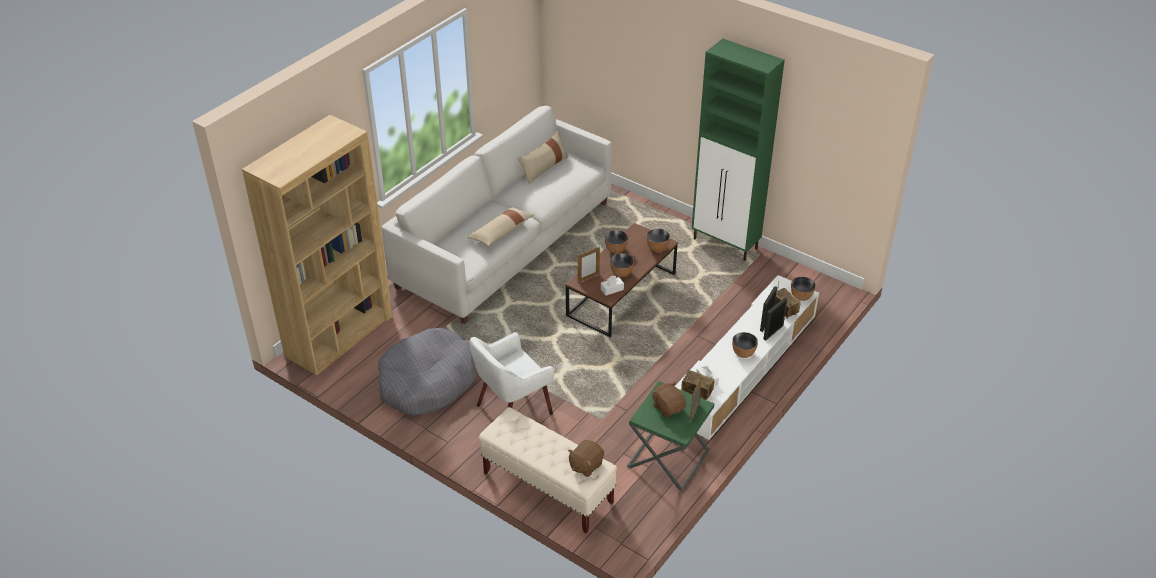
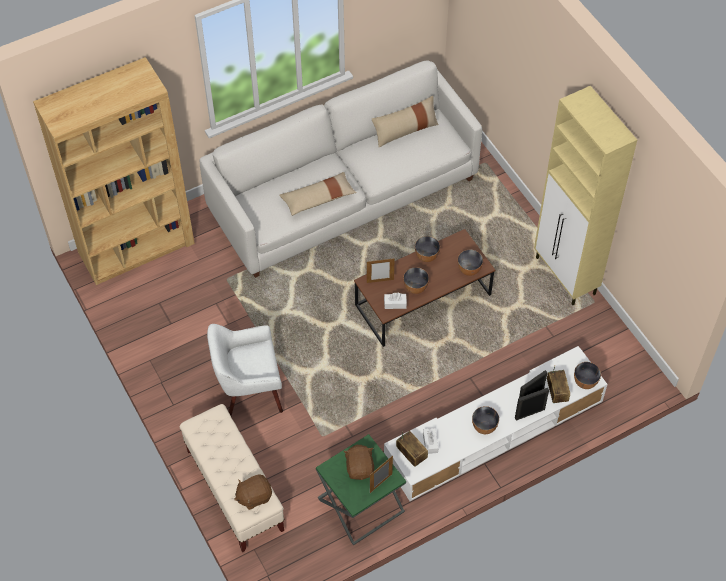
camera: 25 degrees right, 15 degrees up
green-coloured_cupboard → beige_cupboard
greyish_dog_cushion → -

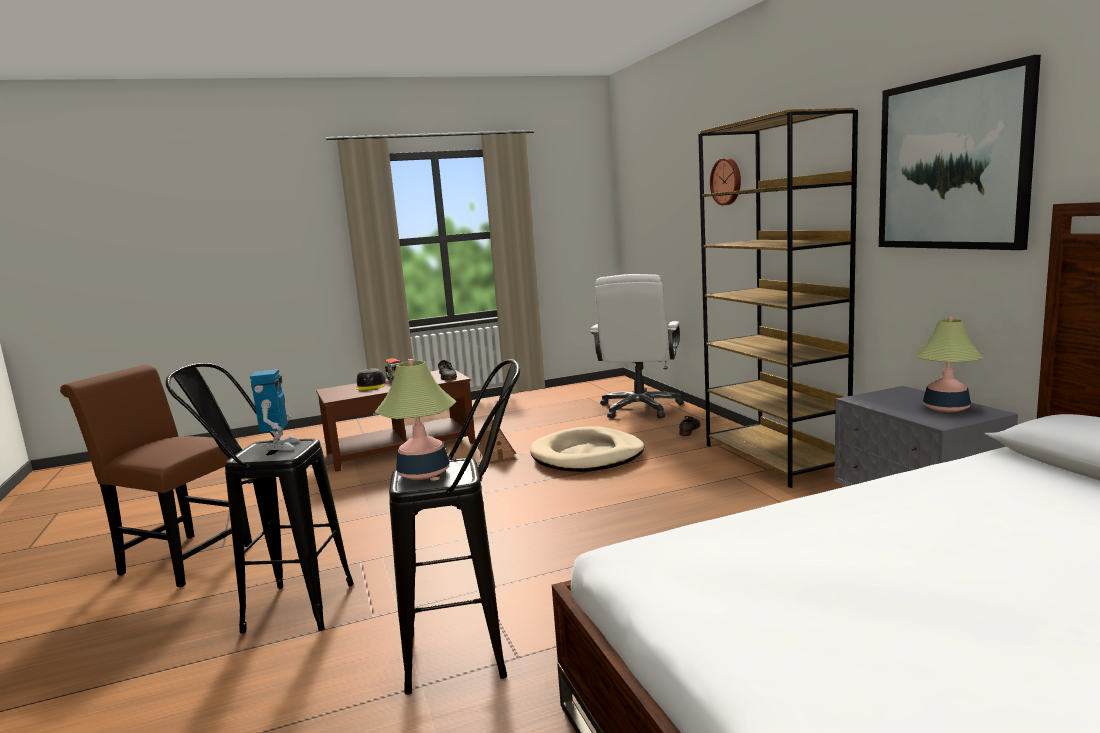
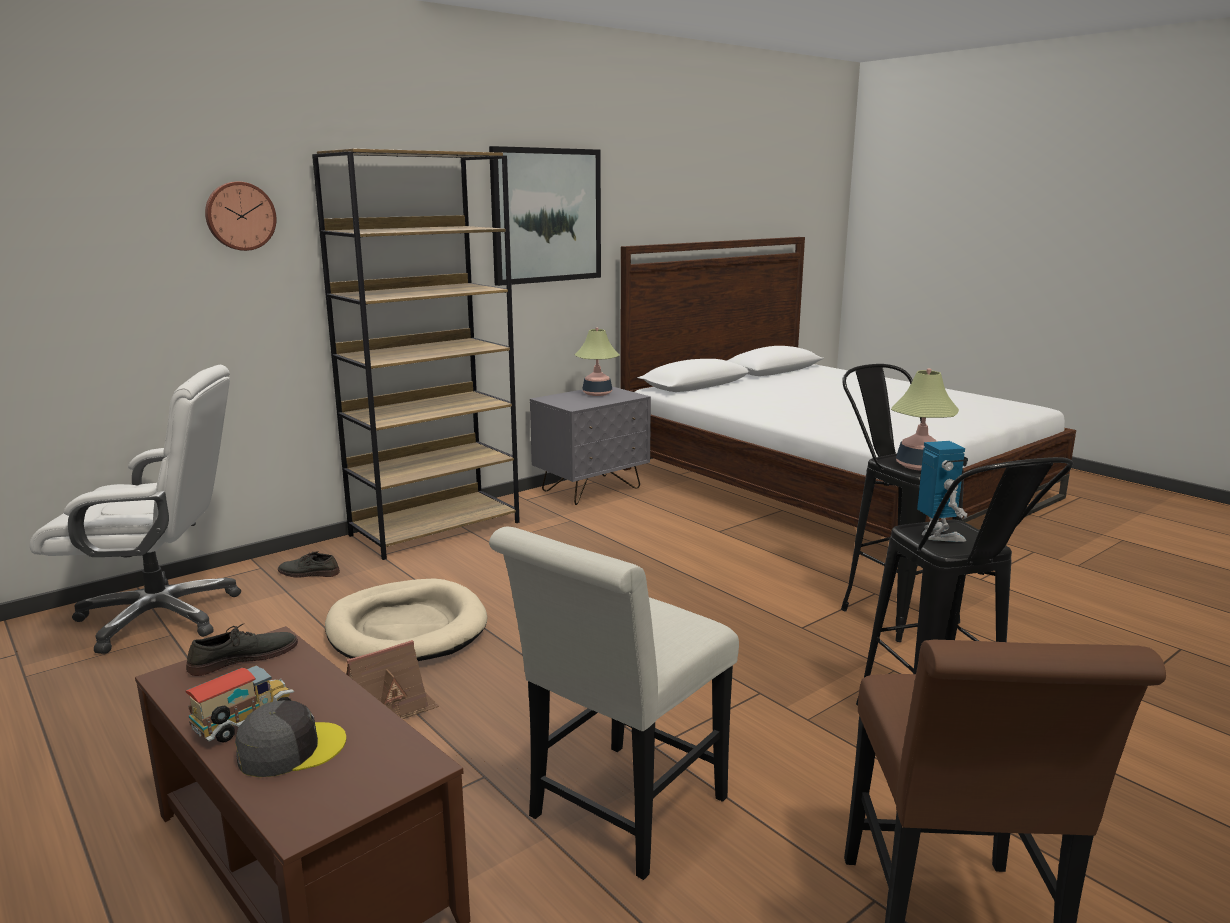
camera: 110 degrees left, 5 degrees up
- → white_chair
robot_figure, 105 degrees clockwise

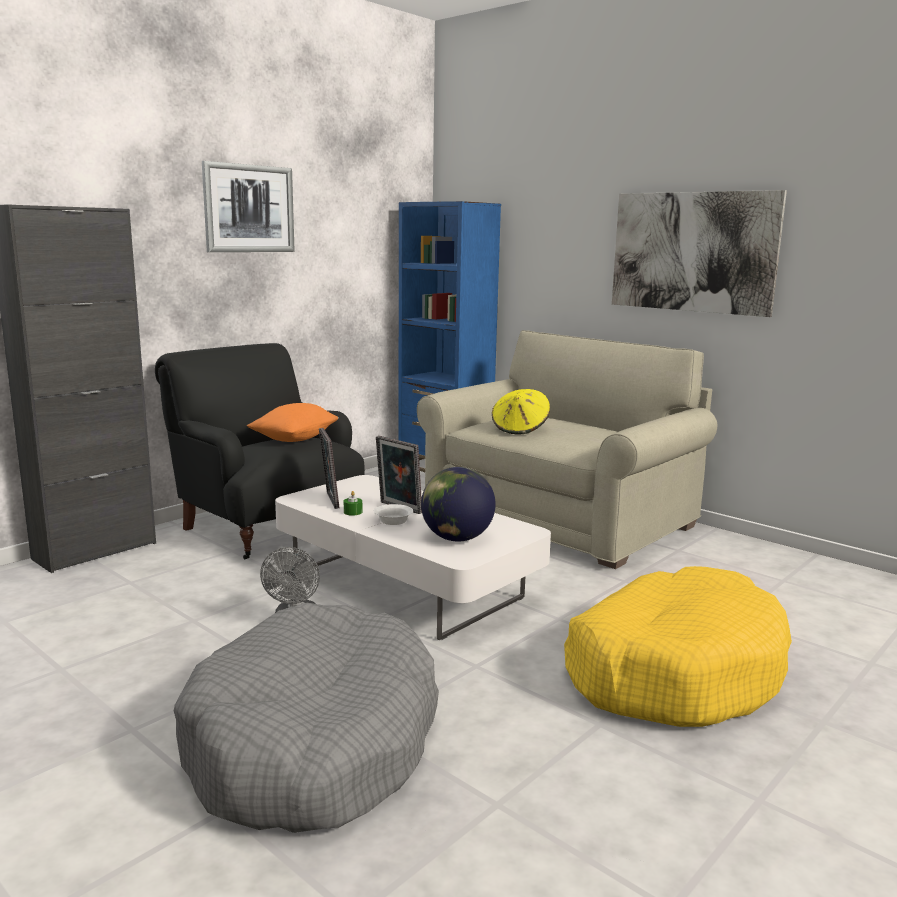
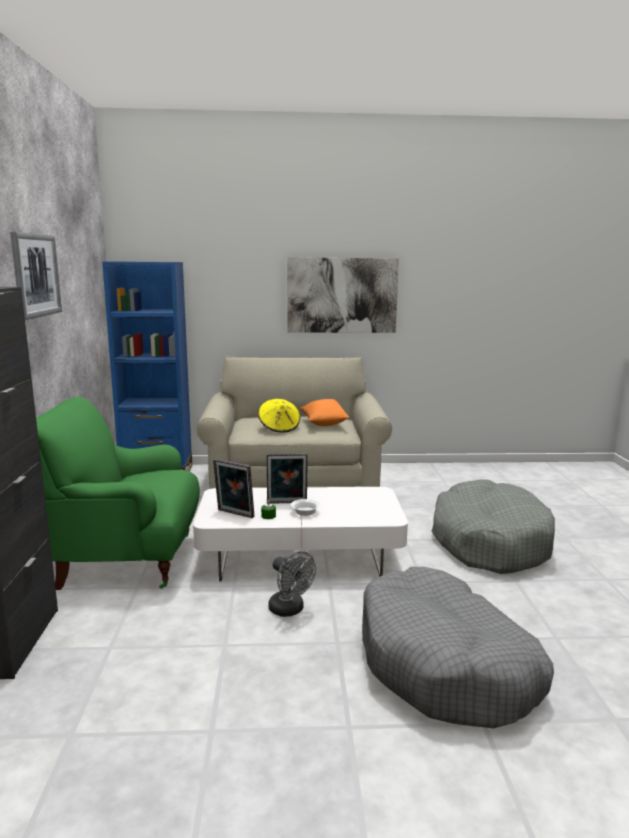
camera: 45 degrees left, 0 degrees up
black-coloured_lounge_chair → green-coloured_lounge_chair
orangey_throw_pillow, relocated
yellowish_dog_cushion → greyish_dog_cushion (no. 2 from left)
desk_globe → -

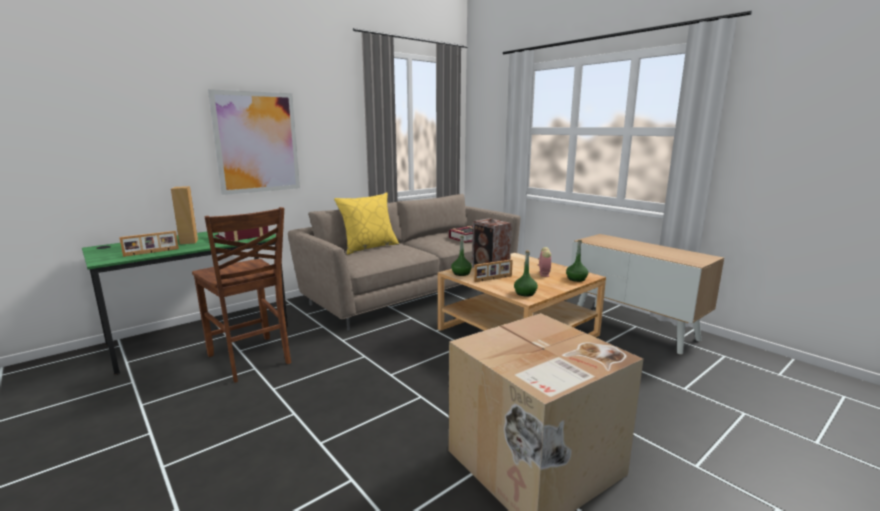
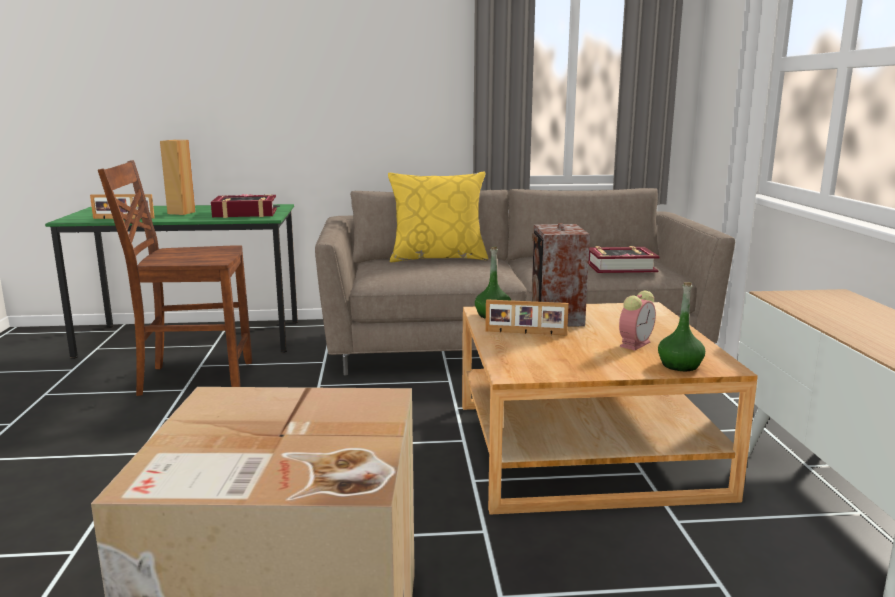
camera: 35 degrees right, 0 degrees up
brown-coloured_chair, 90 degrees clockwise
picture → -
green-coloured_drink_bottle (no. 2 from left) → -

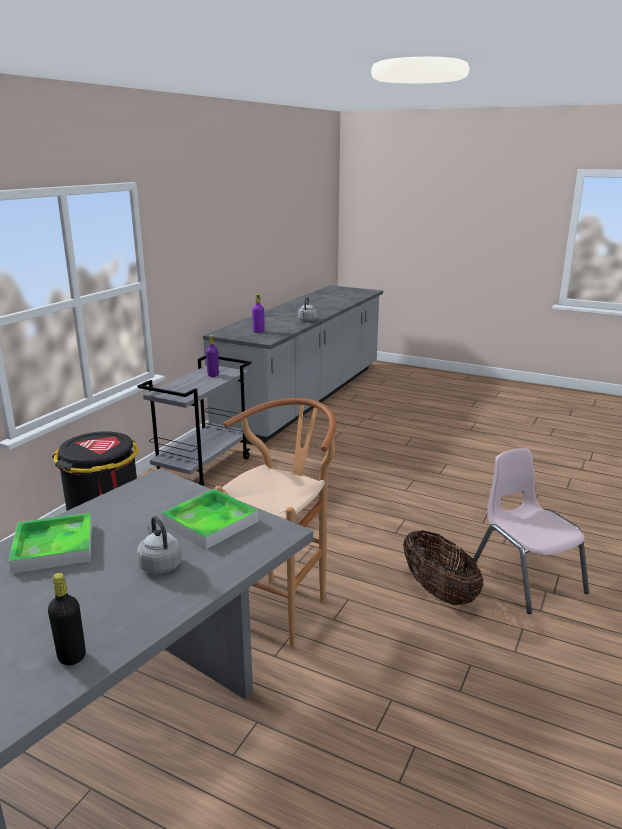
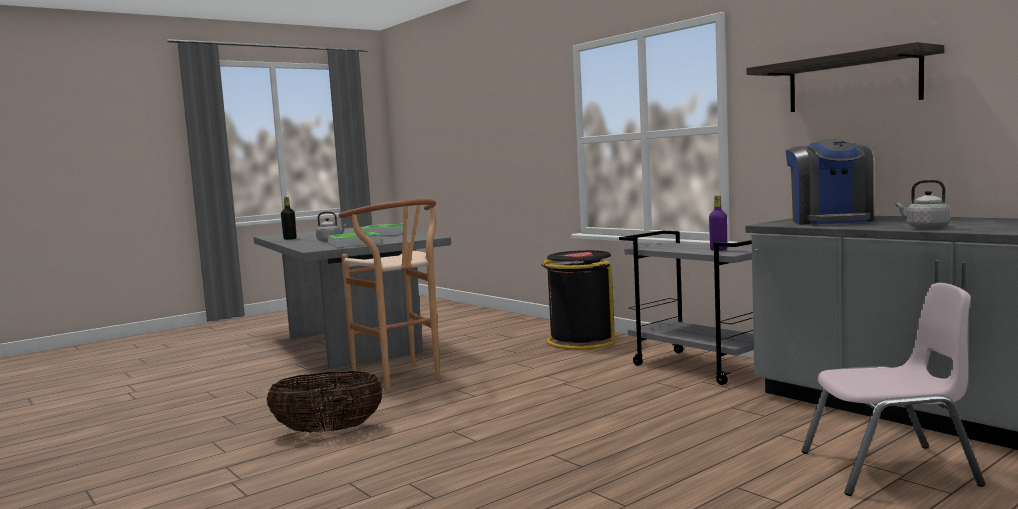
camera: 115 degrees right, 15 degrees down
- → shelf
purplish_drink_bottle (no. 2 from left) → coffee_machine
pink_chair, relocated

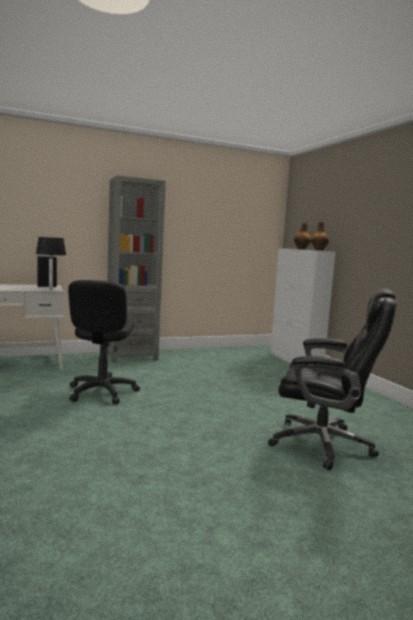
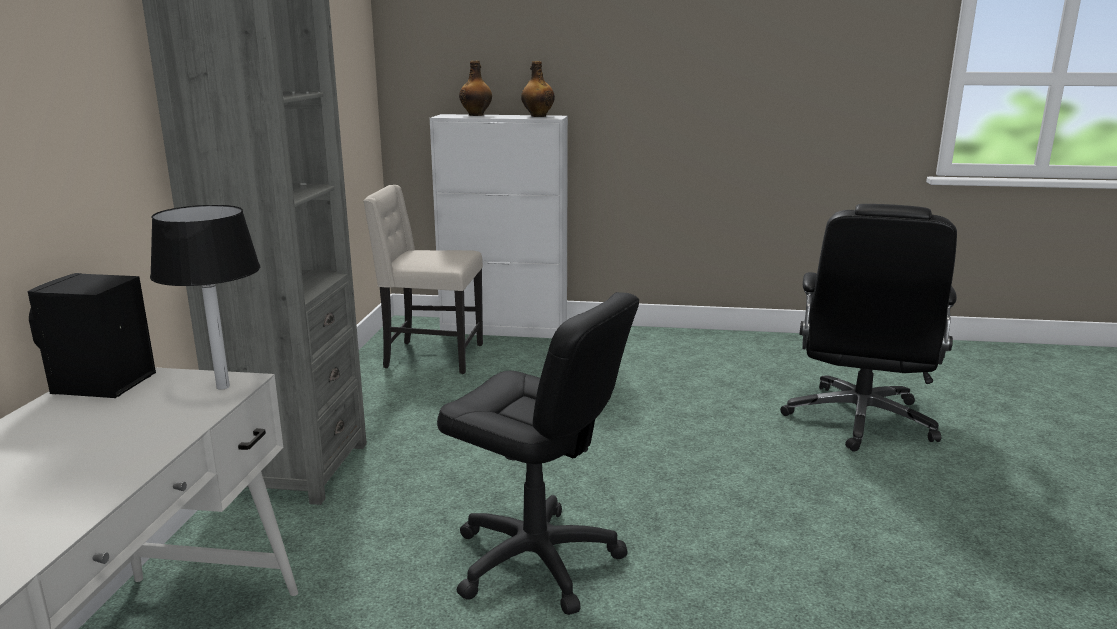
camera: 60 degrees left, 10 degrees up
- → beige_chair
black-coloured_computer_chair (no. 2 from left), 150 degrees clockwise

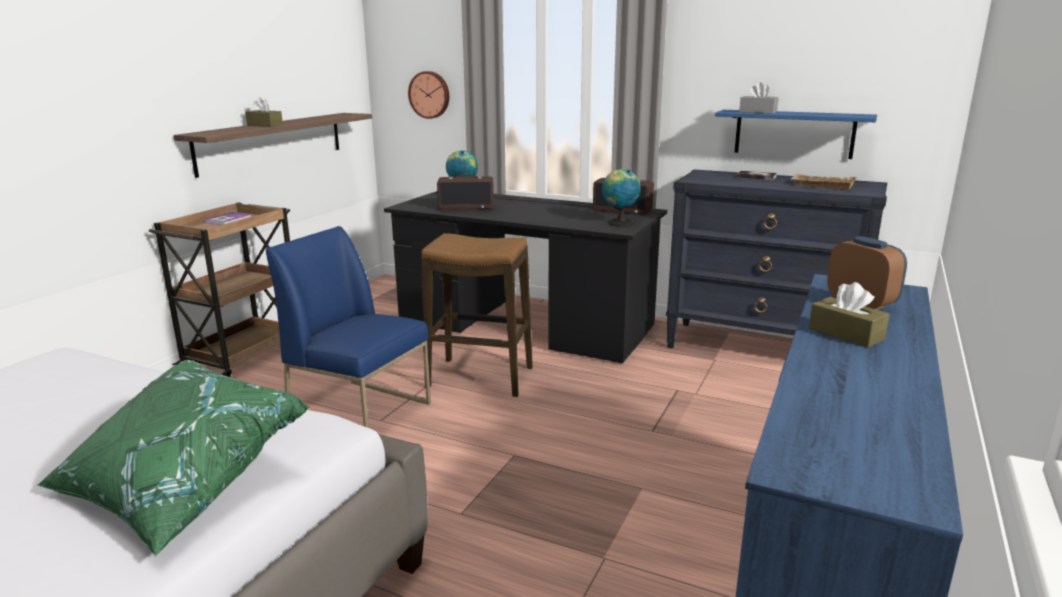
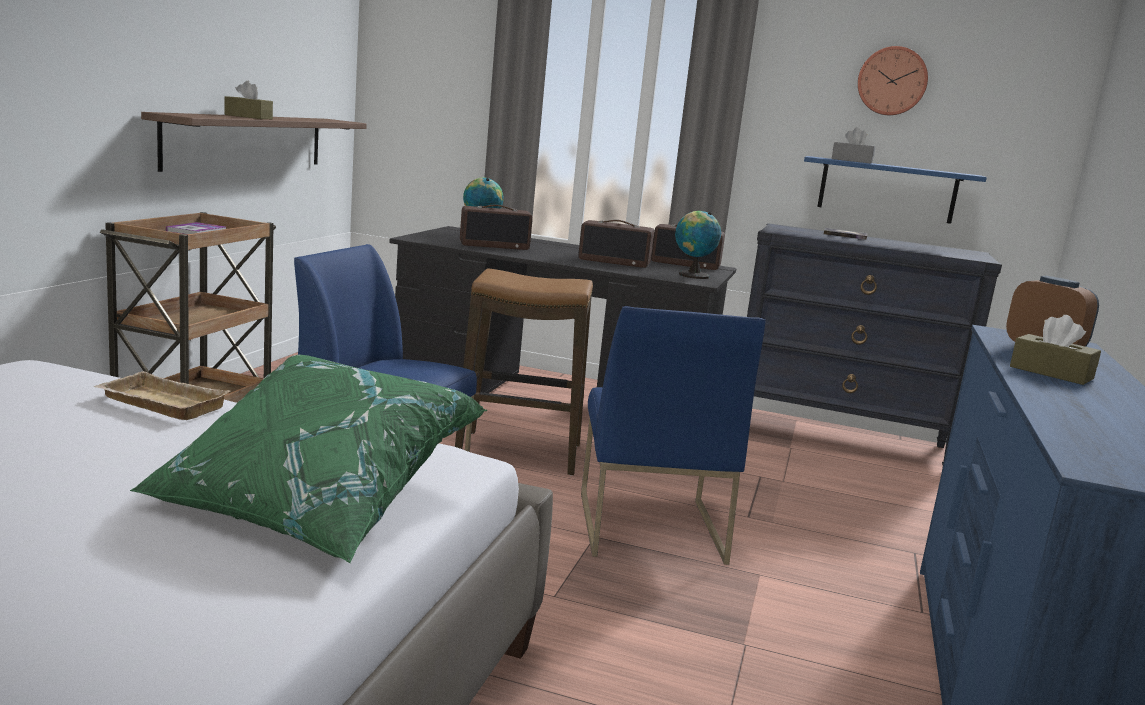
camera: 10 degrees left, 5 degrees down
beige_serving_tray, relocated
- → radio_receiver (no. 2 from left)
- → blue-coloured_chair (no. 2 from left)
hanging_clock, relocated

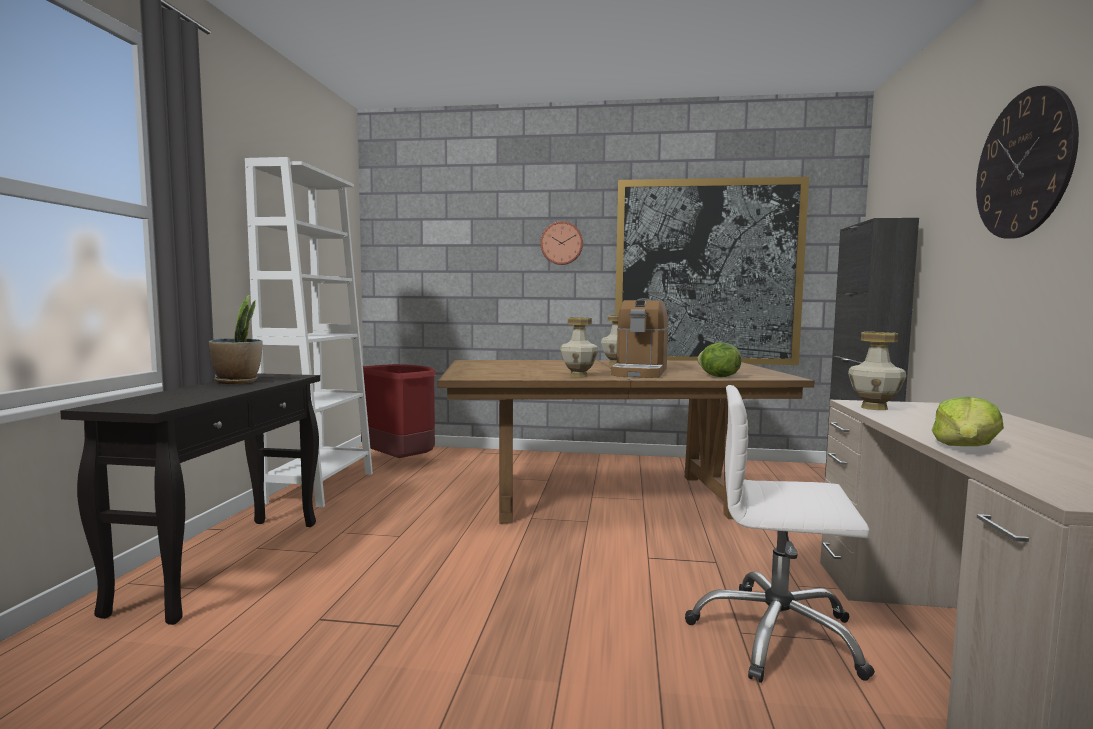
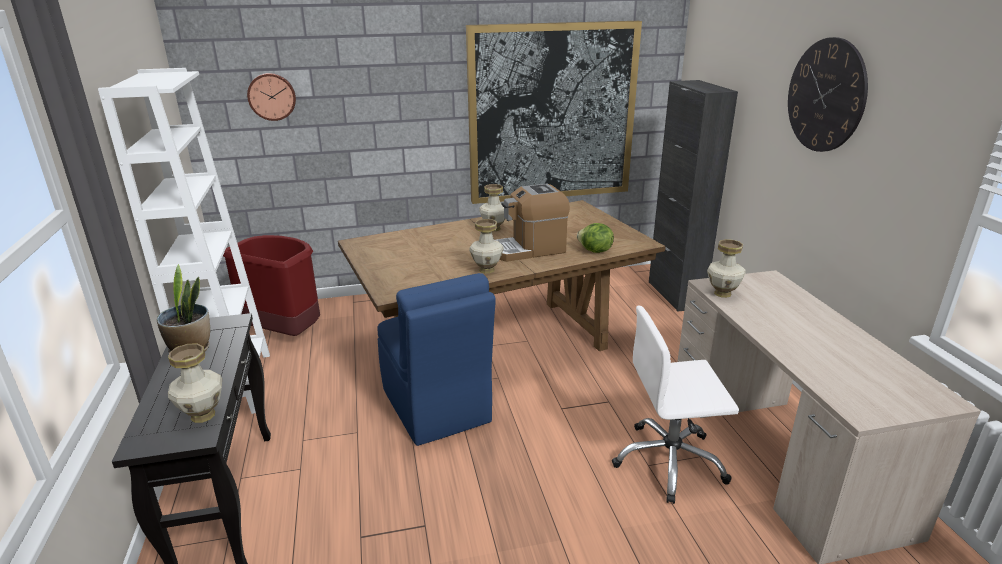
camera: 20 degrees left, 20 degrees up
- → vase (no. 1 from left)
hanging_clock (no. 1 from left), relocated
- → blue-coloured_chair
coffee_machine, 75 degrees clockwise
head_of_lettuce (no. 2 from left) → -

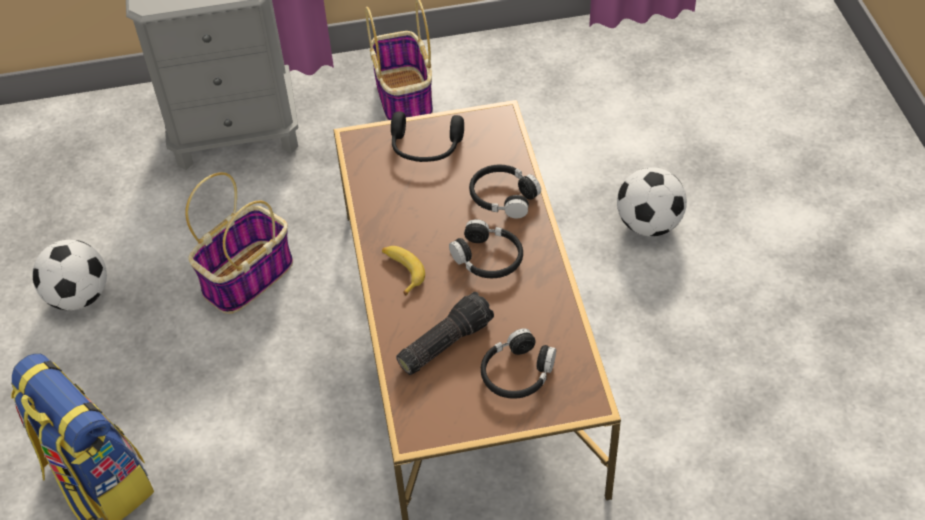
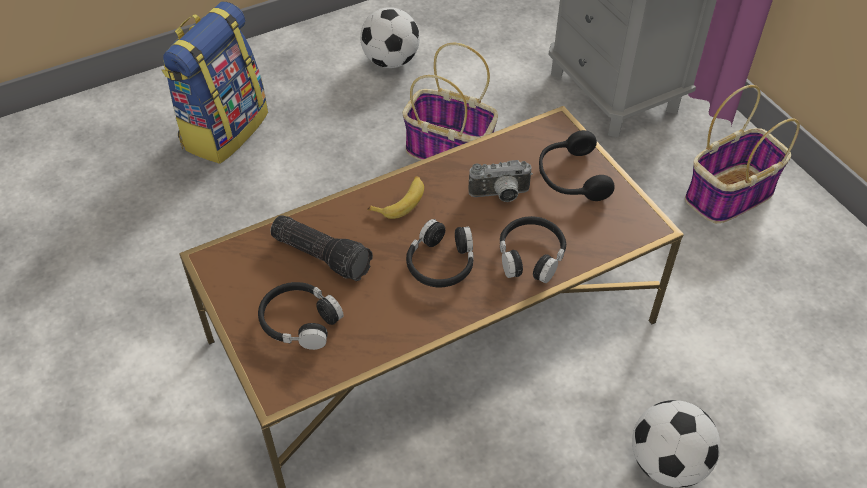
camera: 70 degrees right, 0 degrees up
- → photo_camera

